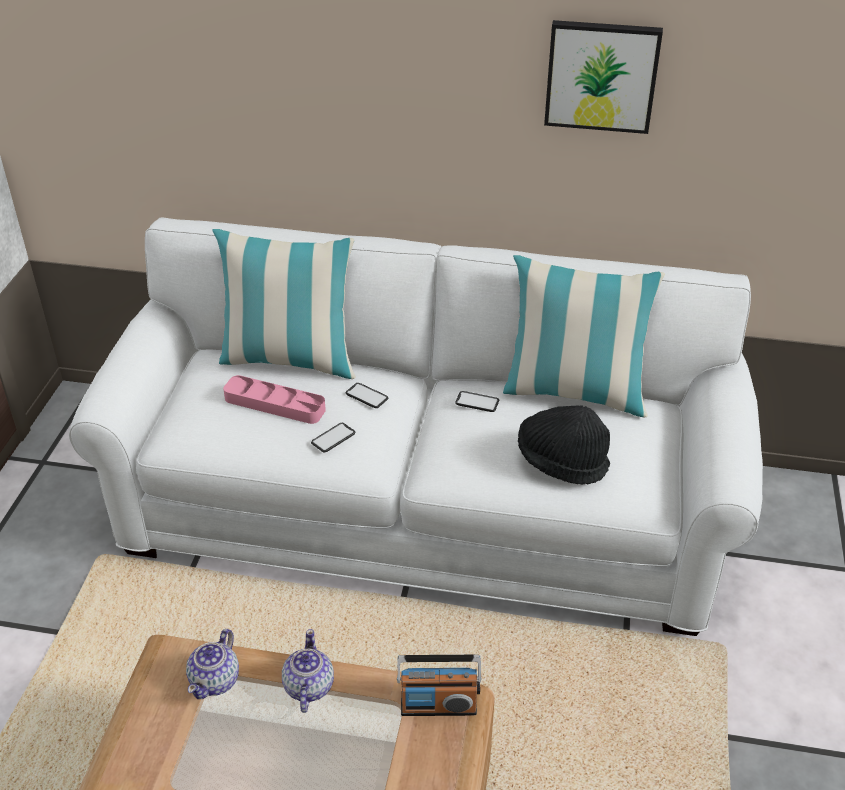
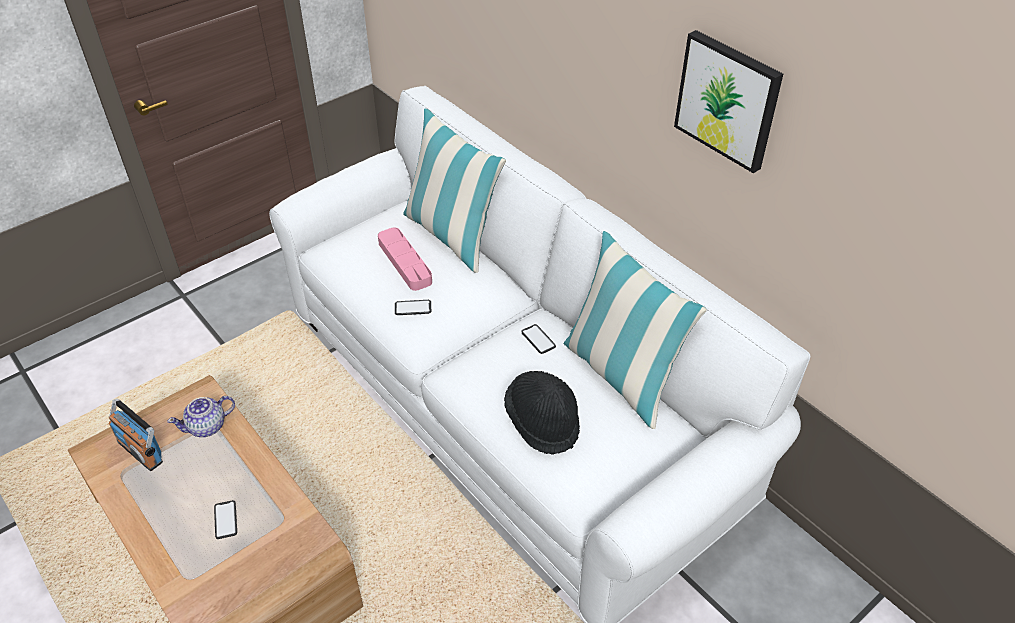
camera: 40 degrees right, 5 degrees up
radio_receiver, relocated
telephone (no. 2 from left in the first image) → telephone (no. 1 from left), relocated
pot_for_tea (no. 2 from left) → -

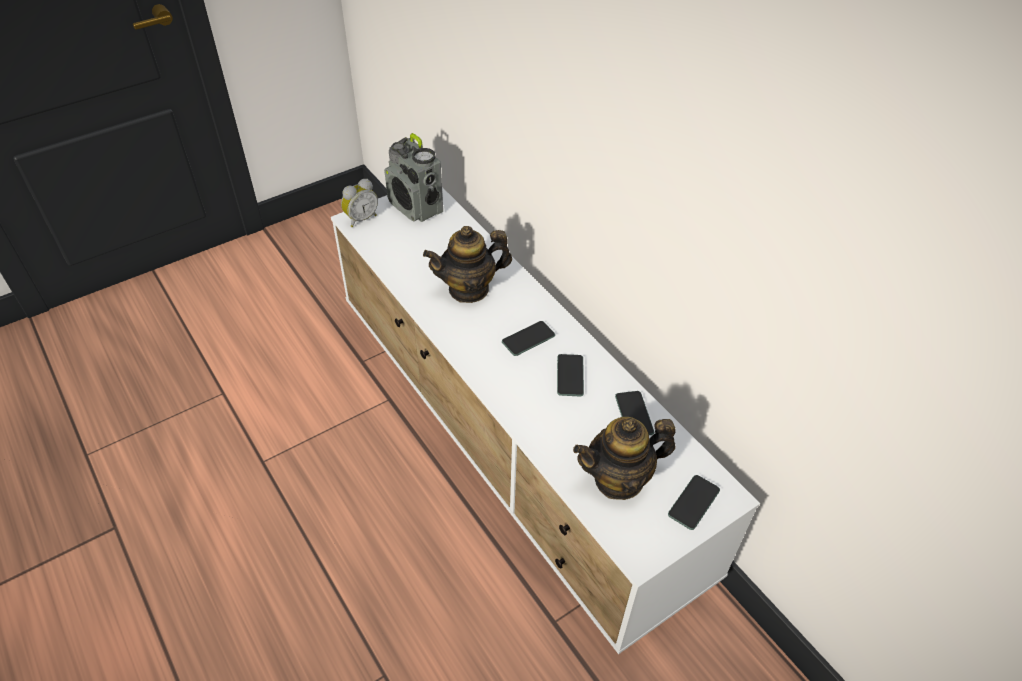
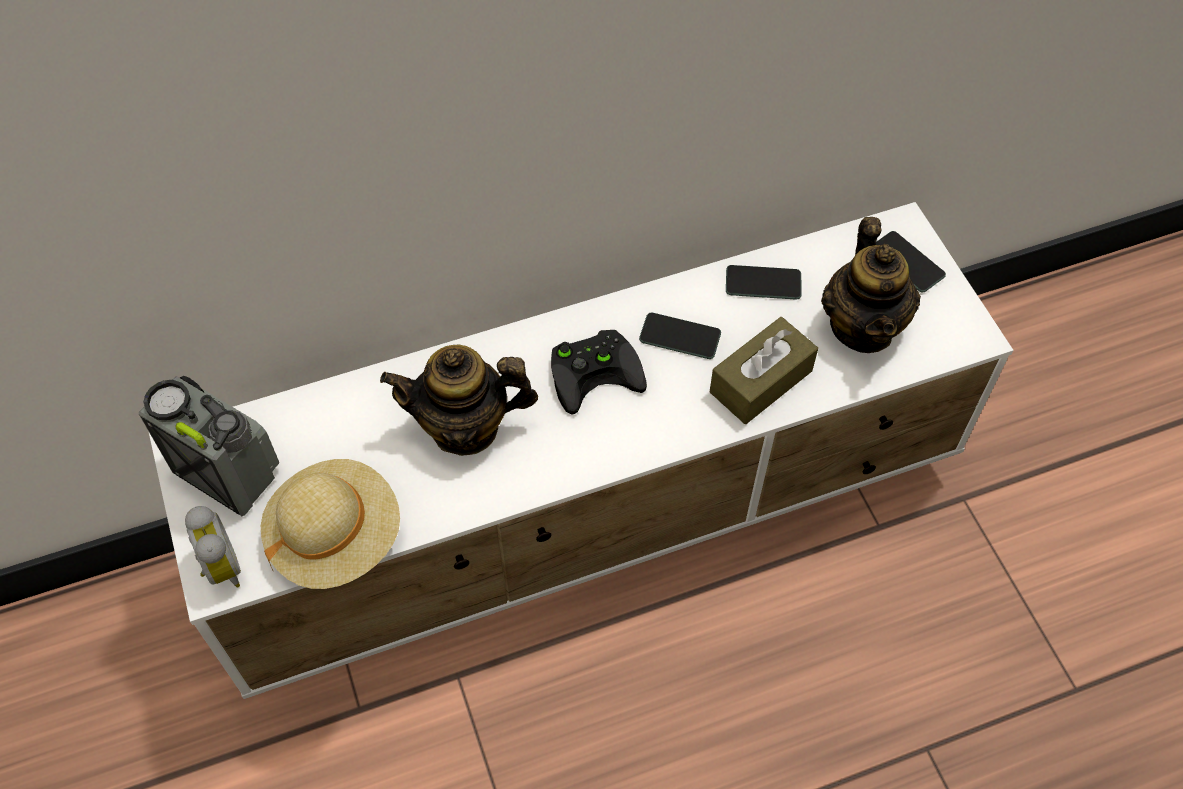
camera: 75 degrees left, 10 degrees up
radio_receiver, 120 degrees counterclockwise
- → beige_hat
pot_for_tea (no. 1 from left), 90 degrees clockwise
telephone (no. 1 from left) → black-coloured_joypad
- → brown-coloured_tissue_box

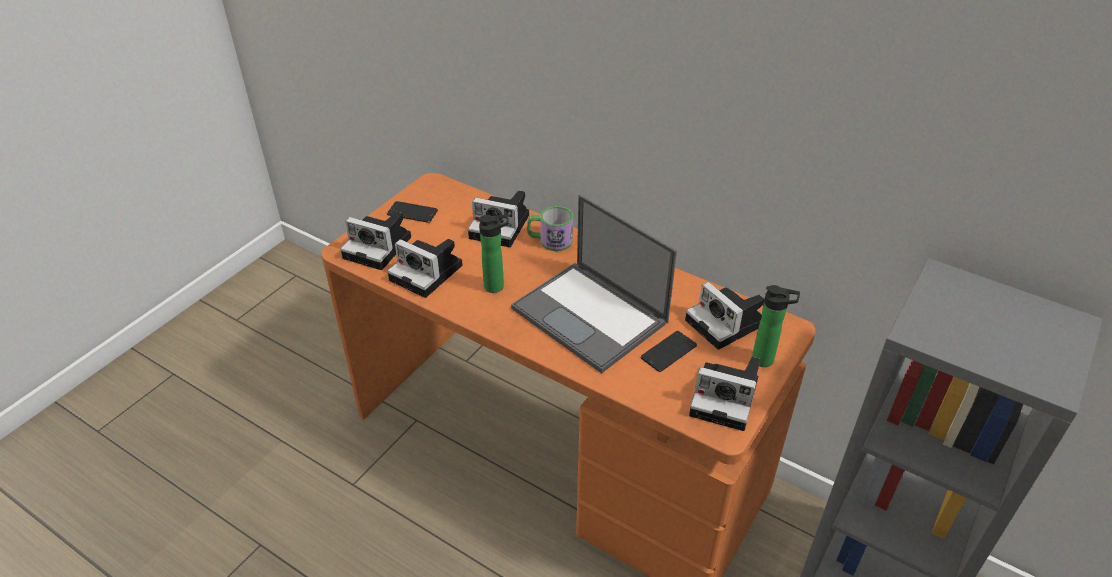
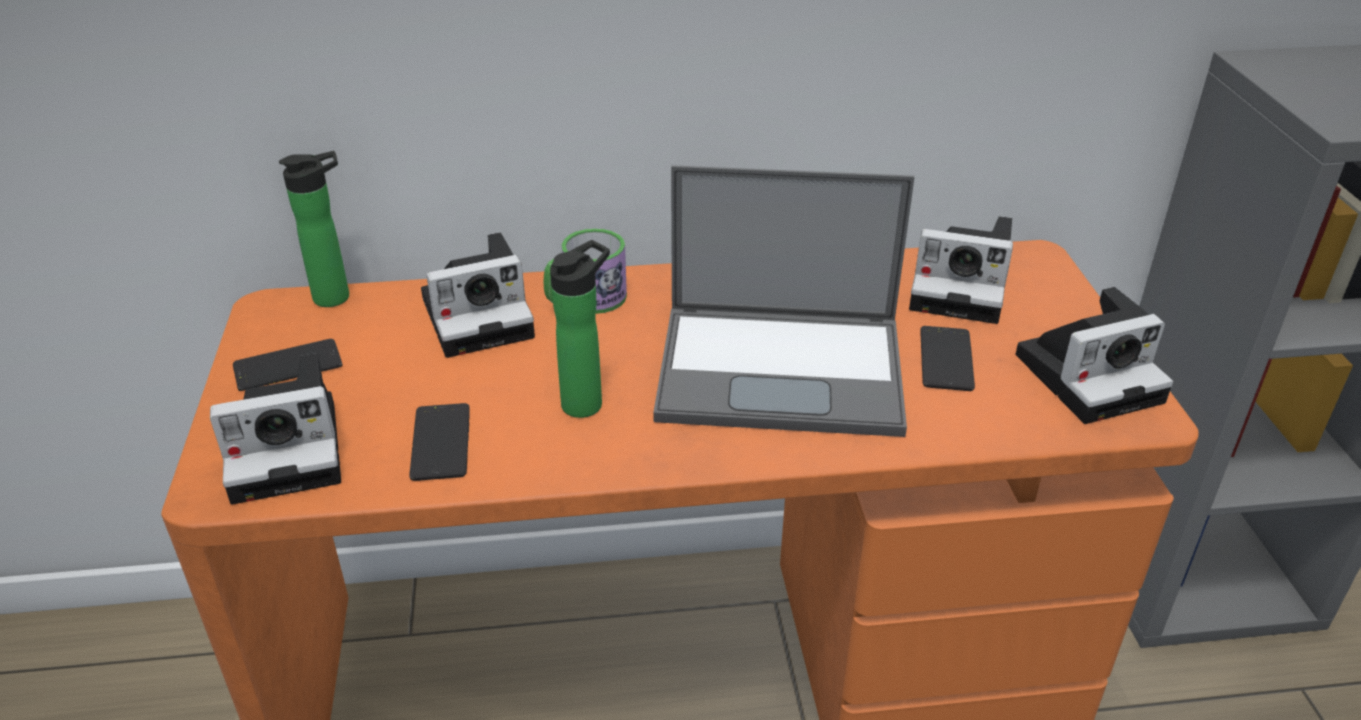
camera: 40 degrees left, 5 degrees down
drink_bottle (no. 2 from left in the first image) → drink_bottle (no. 1 from left), relocated
photo_camera (no. 2 from left) → telephone (no. 2 from left)

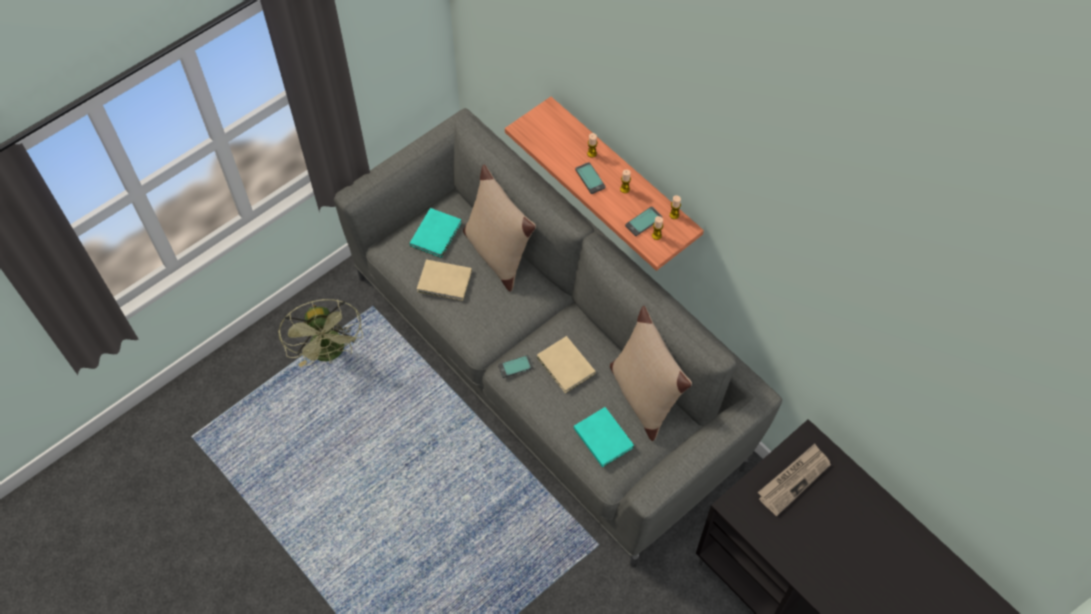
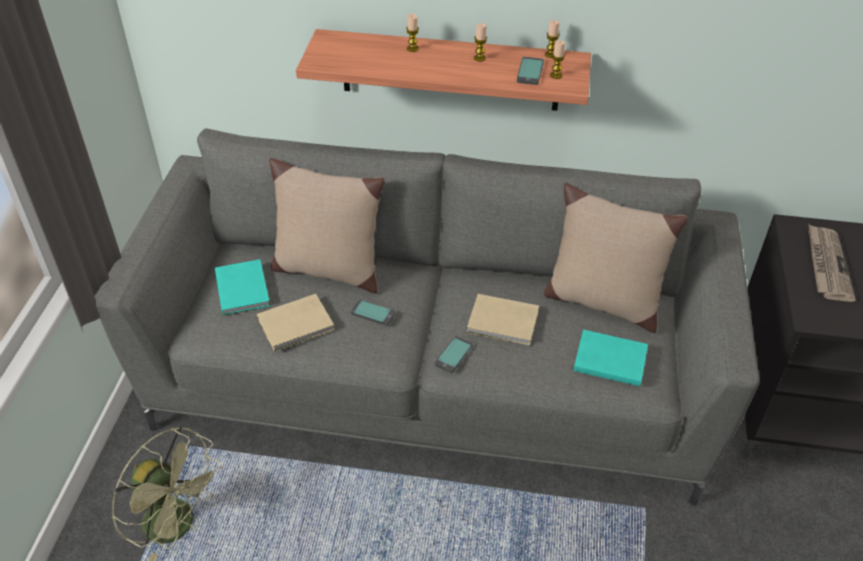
camera: 40 degrees left, 15 degrees down
telephone (no. 2 from left in the first image) → telephone (no. 1 from left), relocated

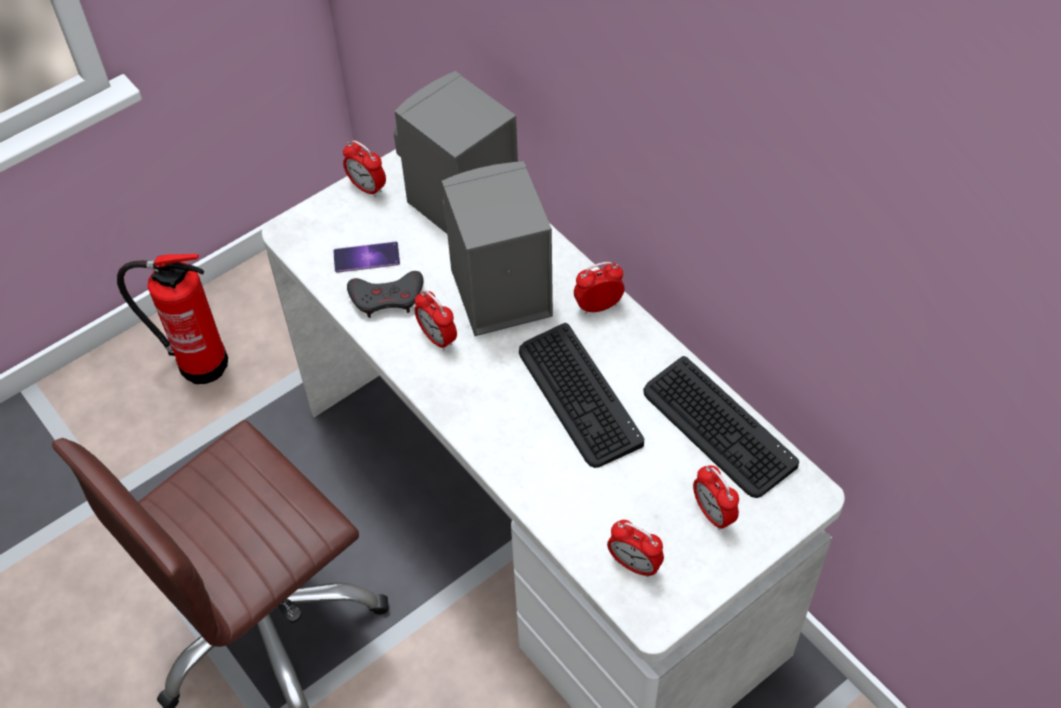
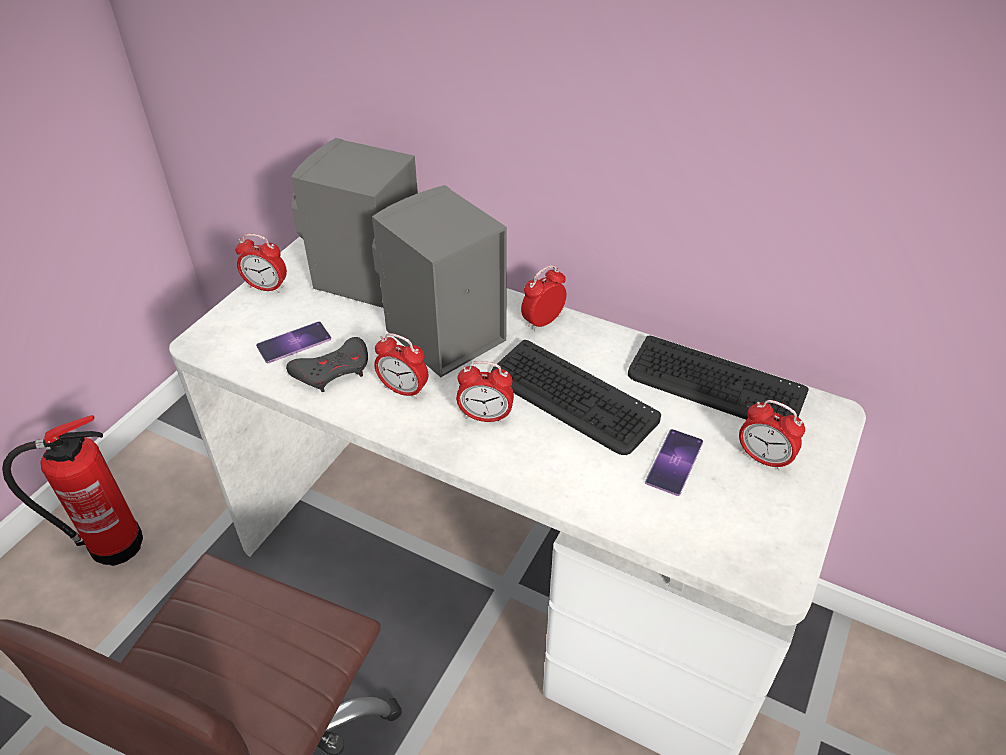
camera: 25 degrees left, 10 degrees down
bedside_clock (no. 4 from left in the first image) → bedside_clock (no. 3 from left), relocated
- → telephone (no. 2 from left)

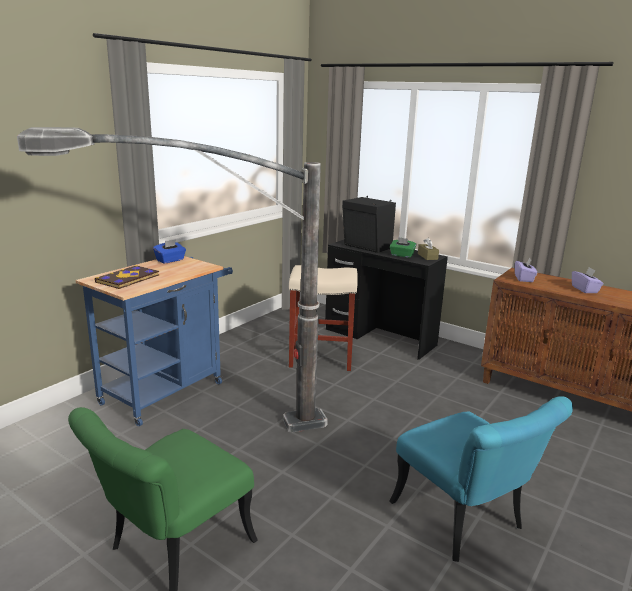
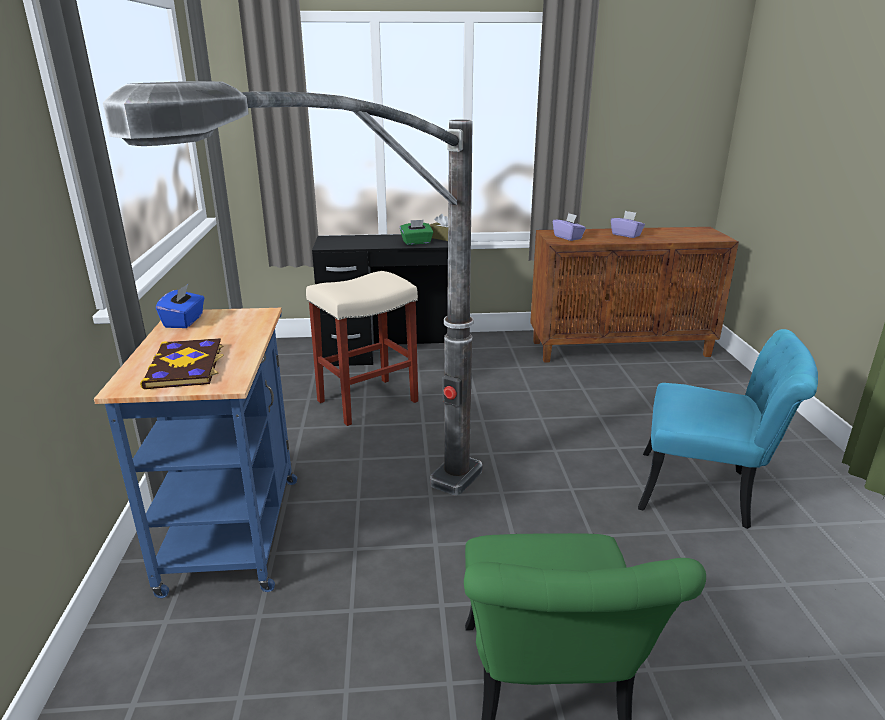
camera: 40 degrees left, 5 degrees up
black-coloured_audio_speaker → -

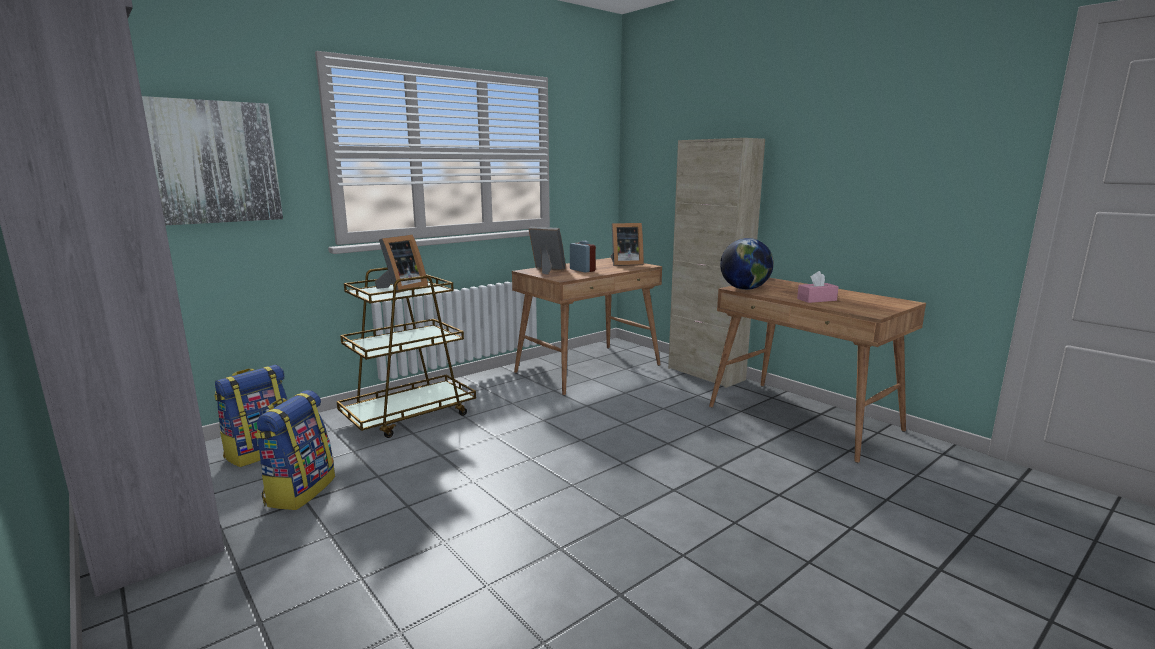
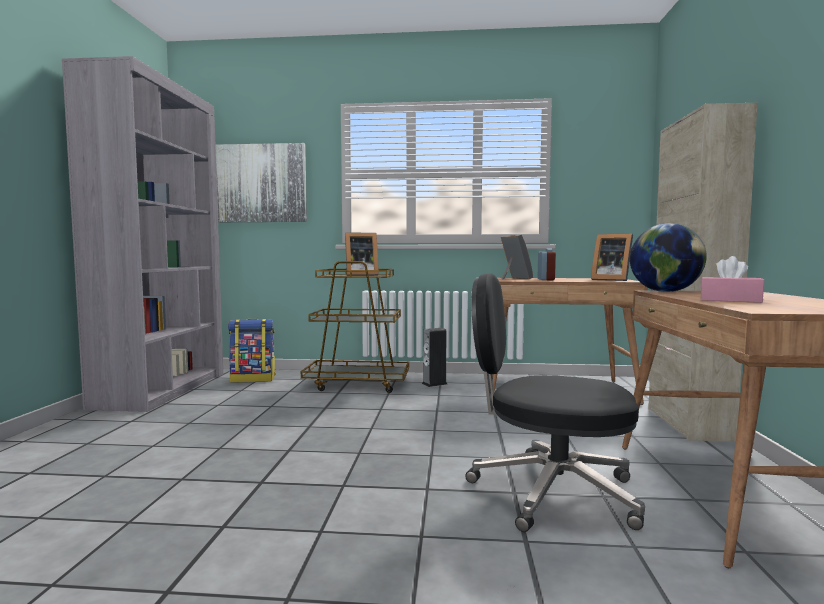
camera: 45 degrees right, 10 degrees down
- → audio_speaker
- → black-coloured_computer_chair
rucksack (no. 2 from left) → -

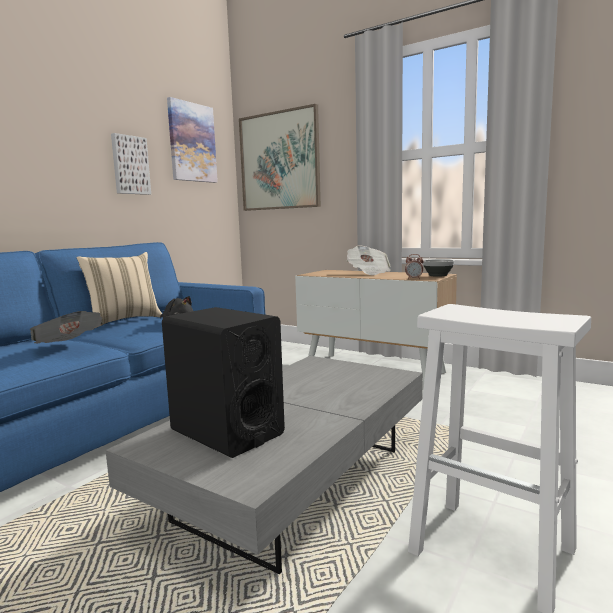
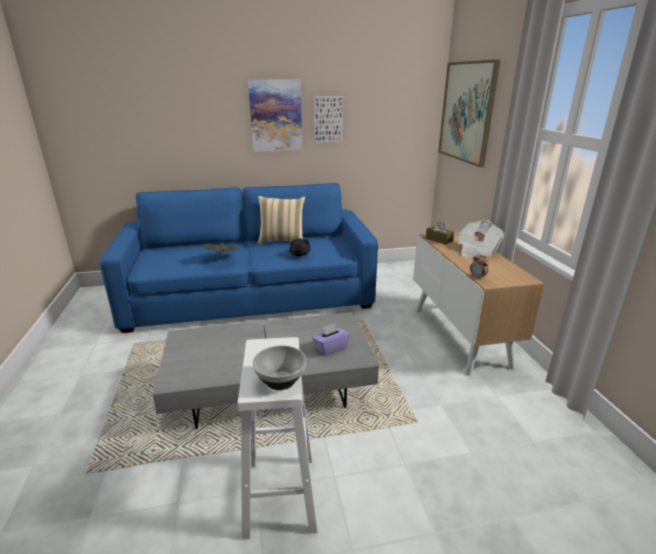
camera: 45 degrees right, 15 degrees up
picture (no. 2 from left in the first image) → picture (no. 1 from left), relocated
deep_dish, relocated
- → purplish_tissue_box
- → brown-coloured_tissue_box
black-coloured_audio_speaker → -

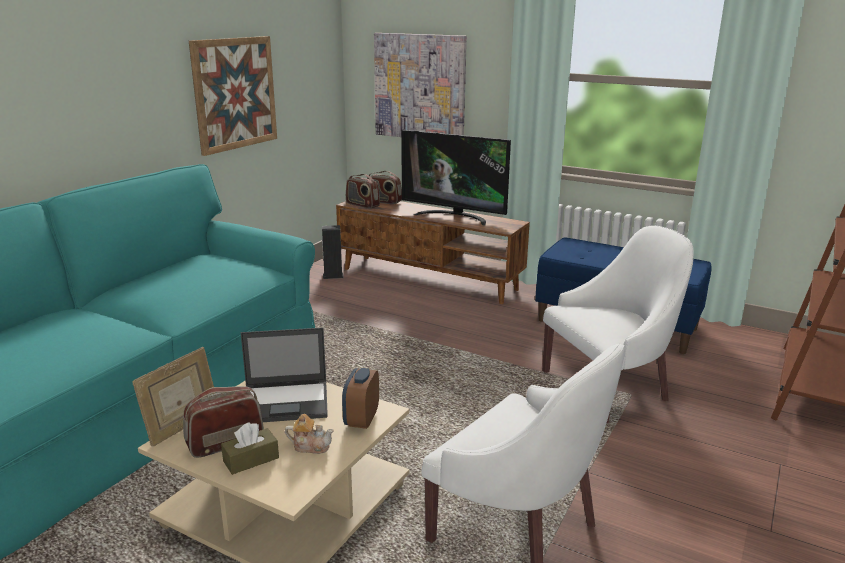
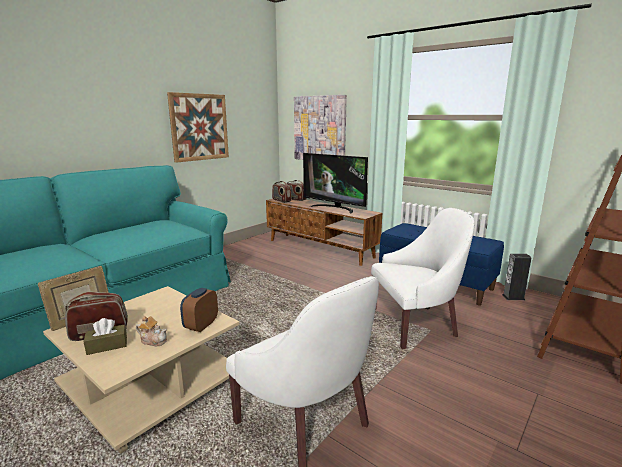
camera: 10 degrees right, 5 degrees down
audio_speaker, relocated
portable_computer → -

